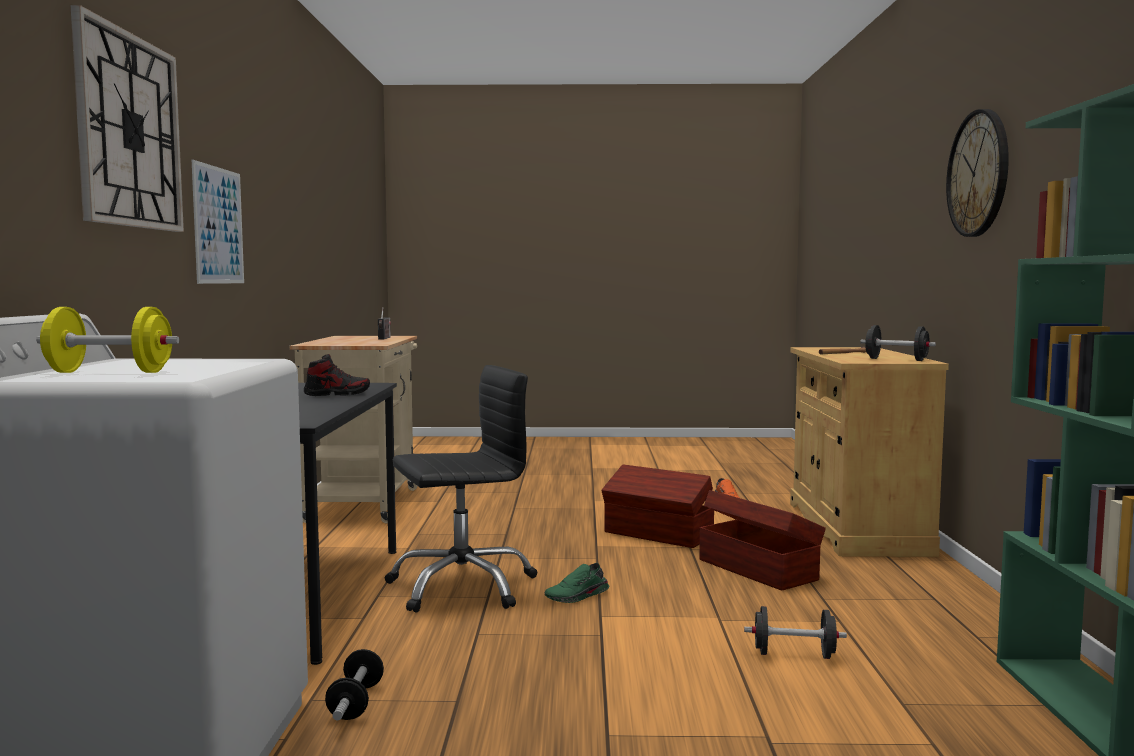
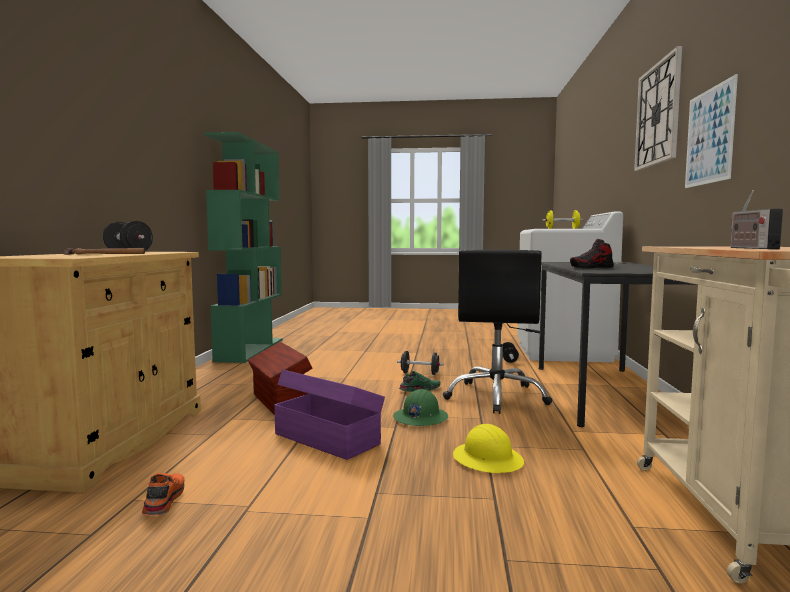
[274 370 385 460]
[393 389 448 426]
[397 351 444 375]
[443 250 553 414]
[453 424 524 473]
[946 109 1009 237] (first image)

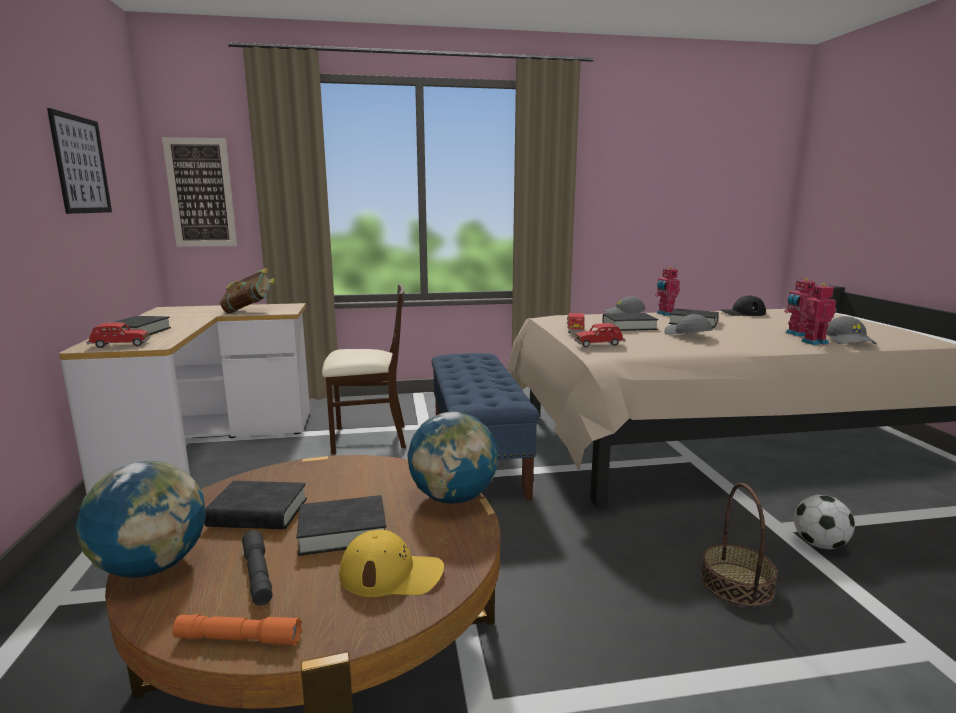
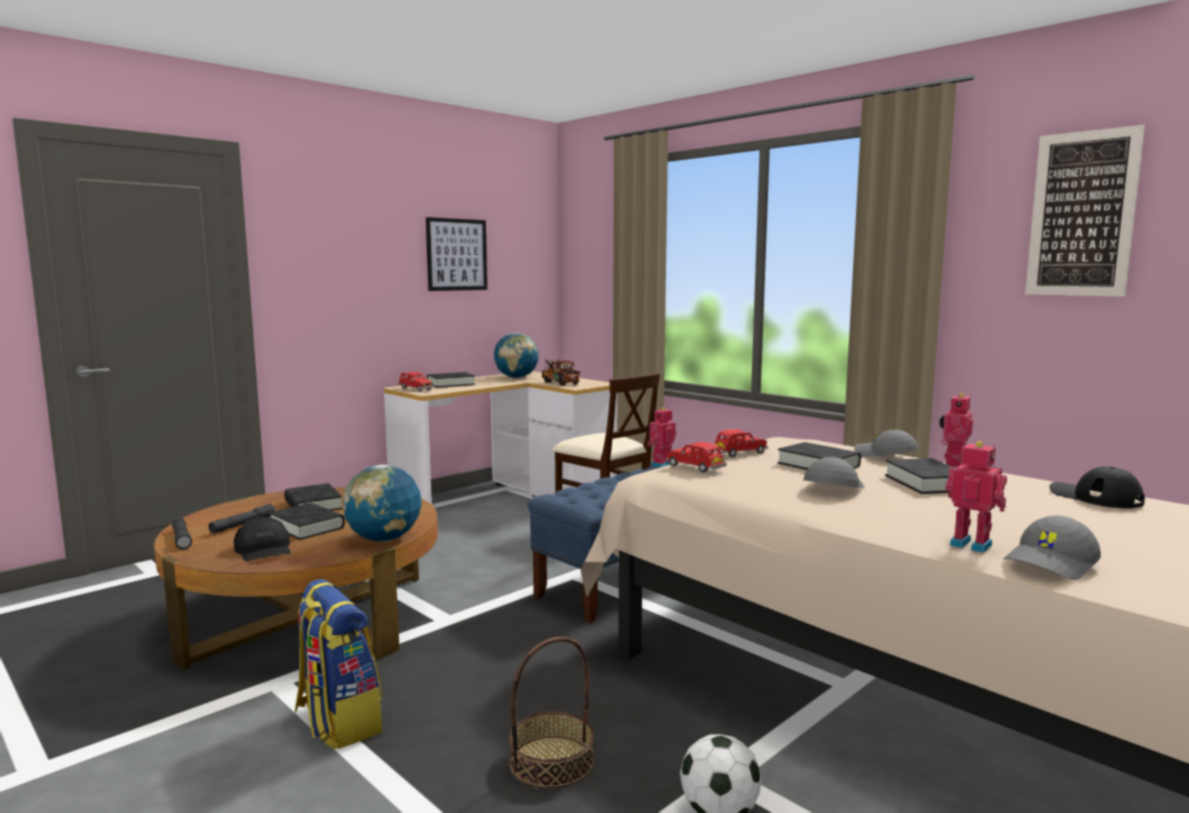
[172 517 192 549]
[234 517 291 561]
[295 579 382 749]
[494 333 539 378]
[542 359 580 386]
[647 407 676 468]
[1025 125 1145 297]

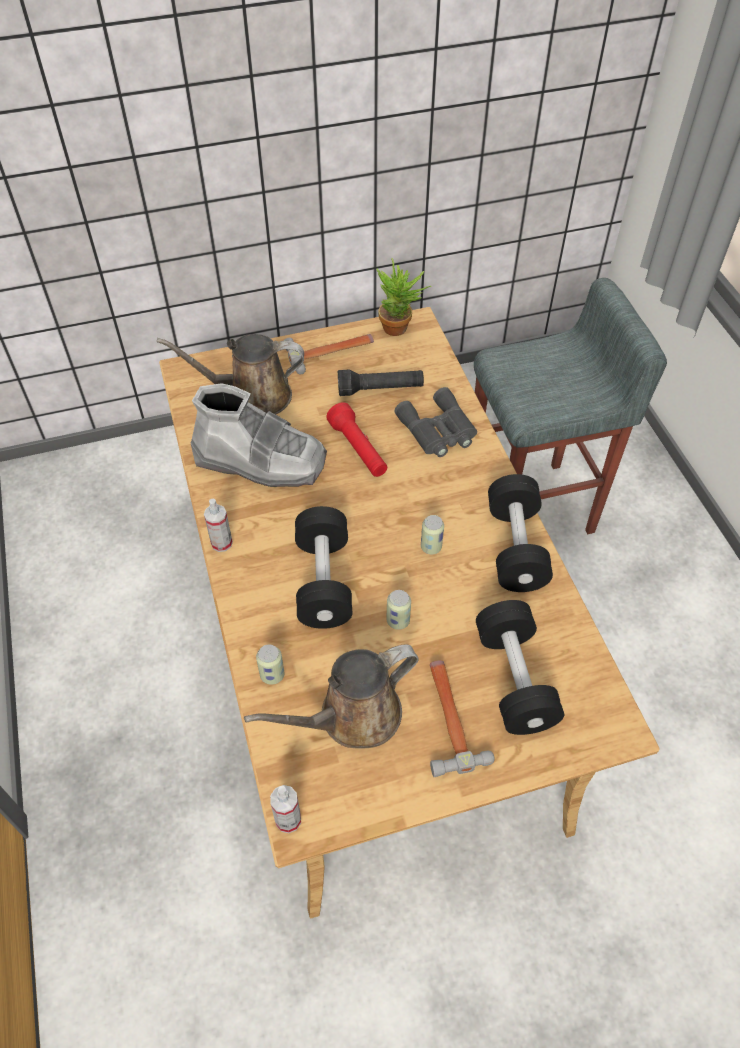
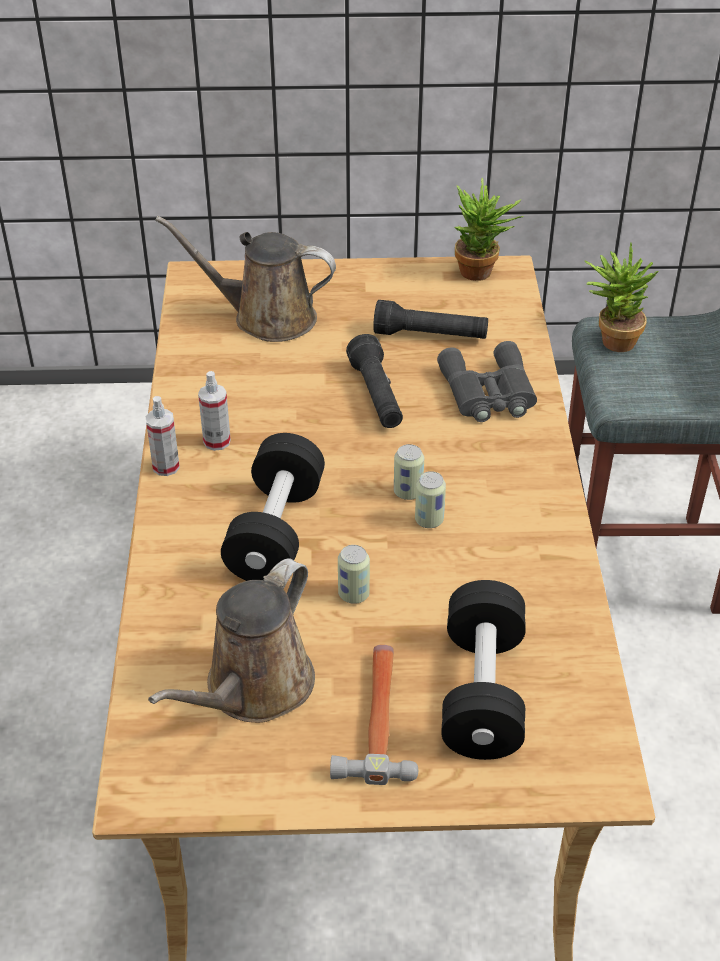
[148 558 315 723]
[198 371 231 451]
[346 334 403 428]
[394 444 424 500]
[584 242 659 352]
[191 383 327 487] (first image)
[284 334 374 374] (first image)
[488 474 553 592] (first image)

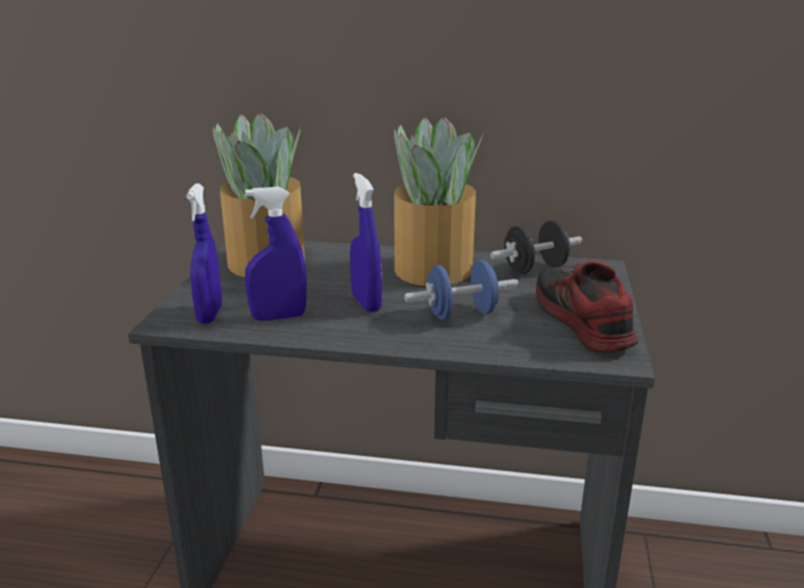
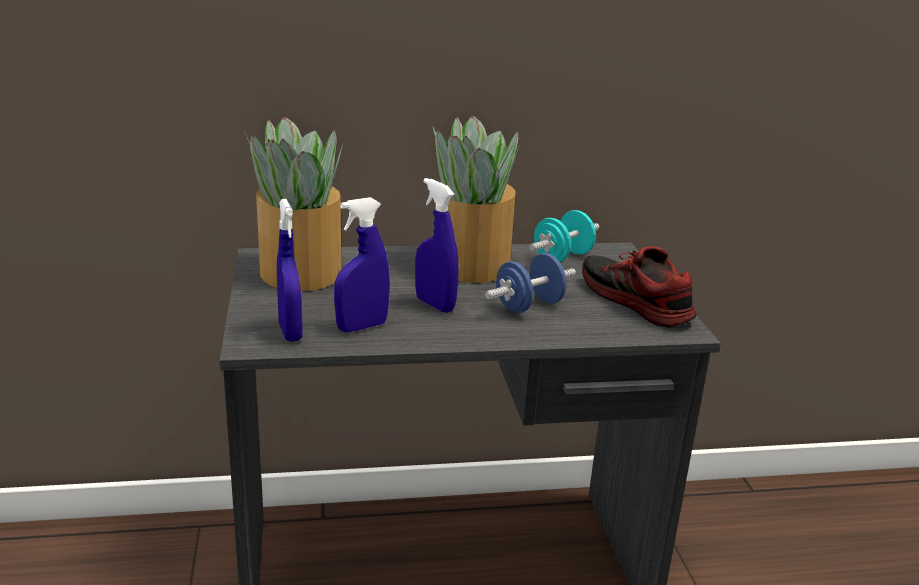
[530 210 599 262]

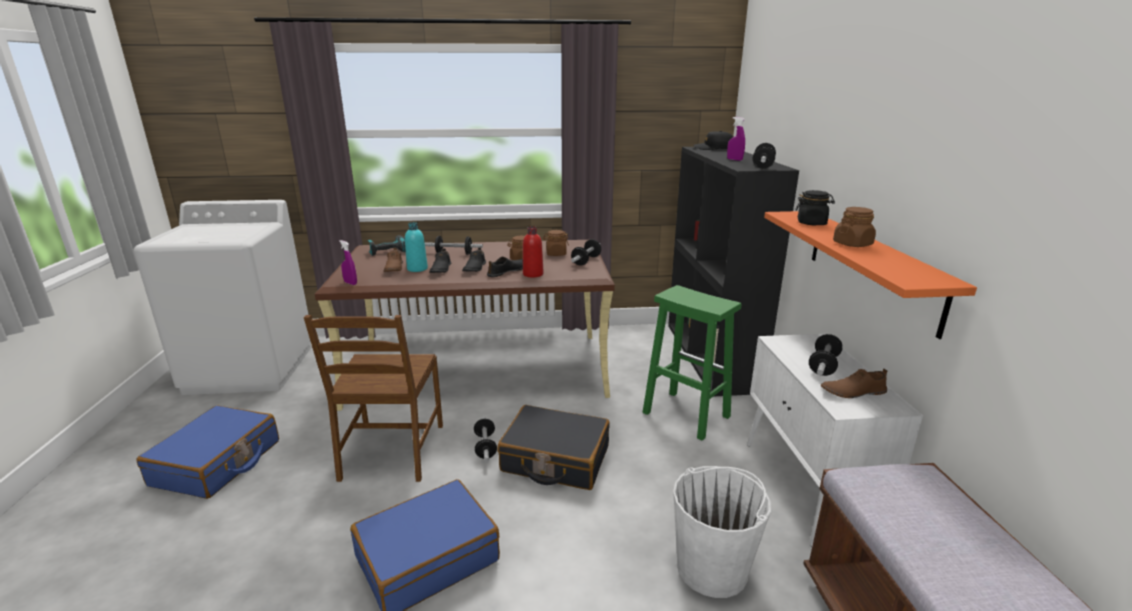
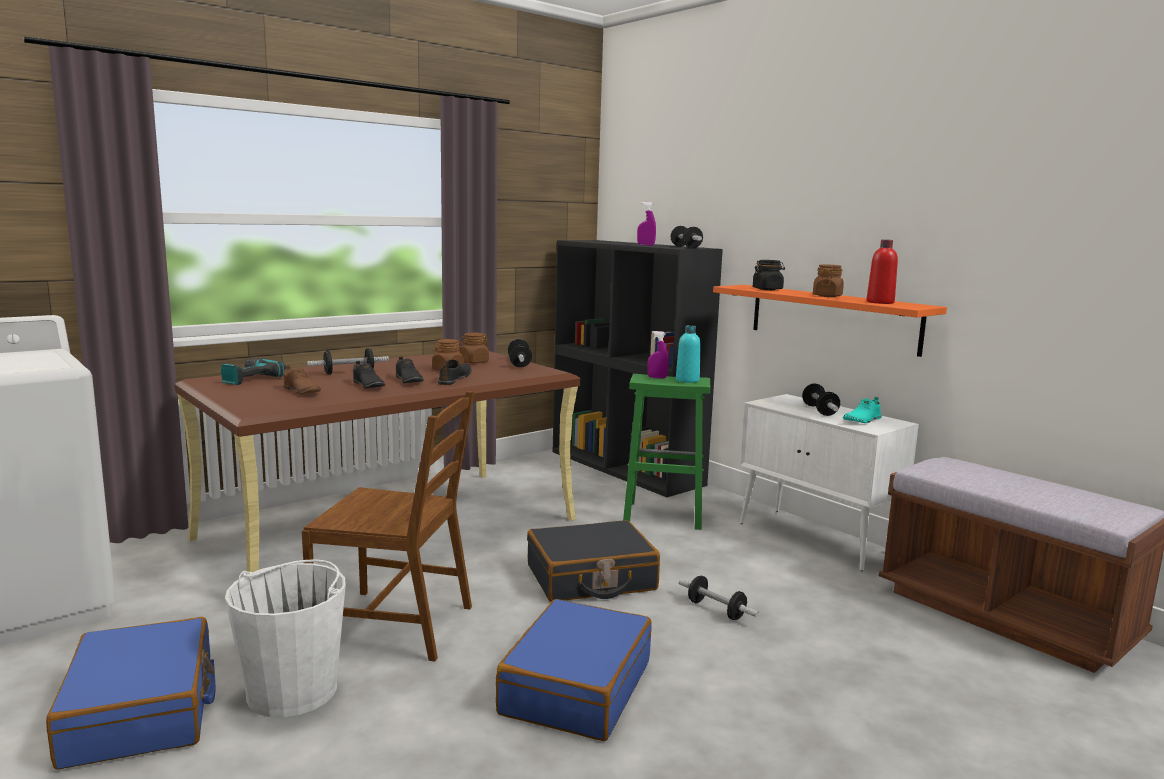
[225 559 346 718]
[302 391 474 662]
[648 331 669 378]
[676 325 701 383]
[679 575 759 620]
[843 397 882 423]
[867 240 898 304]
[693 131 734 150] (first image)

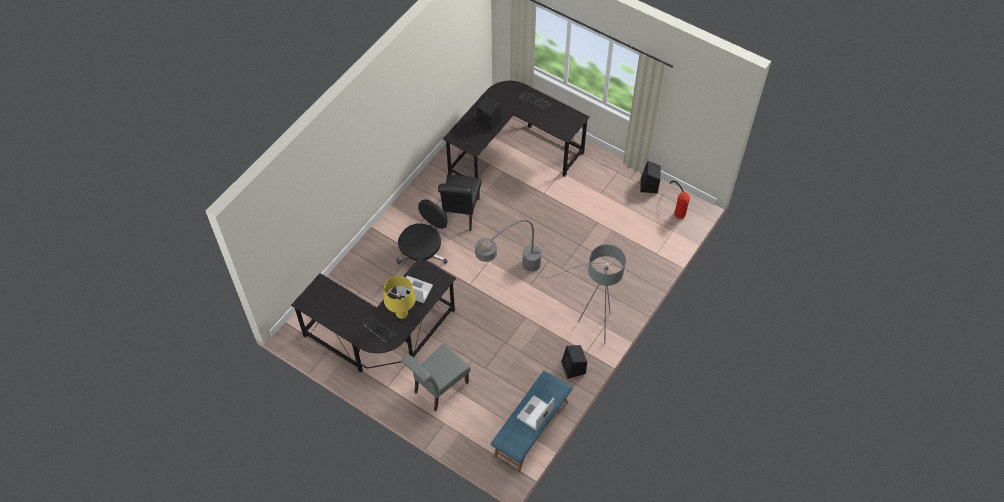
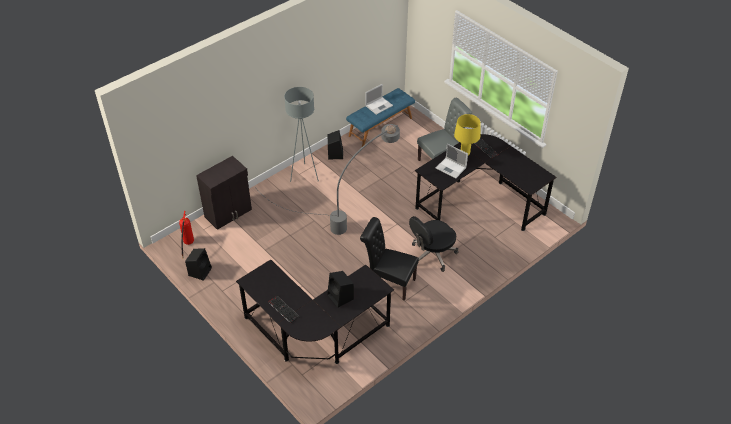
[196 156 252 230]
[360 217 419 301]

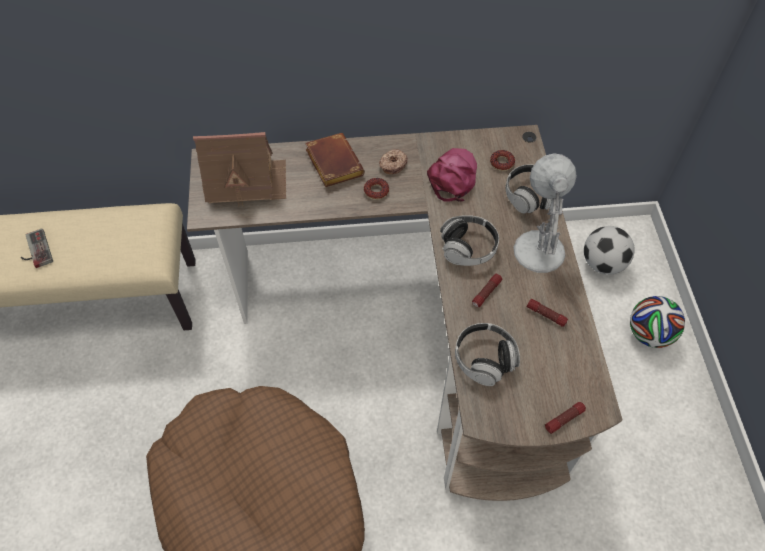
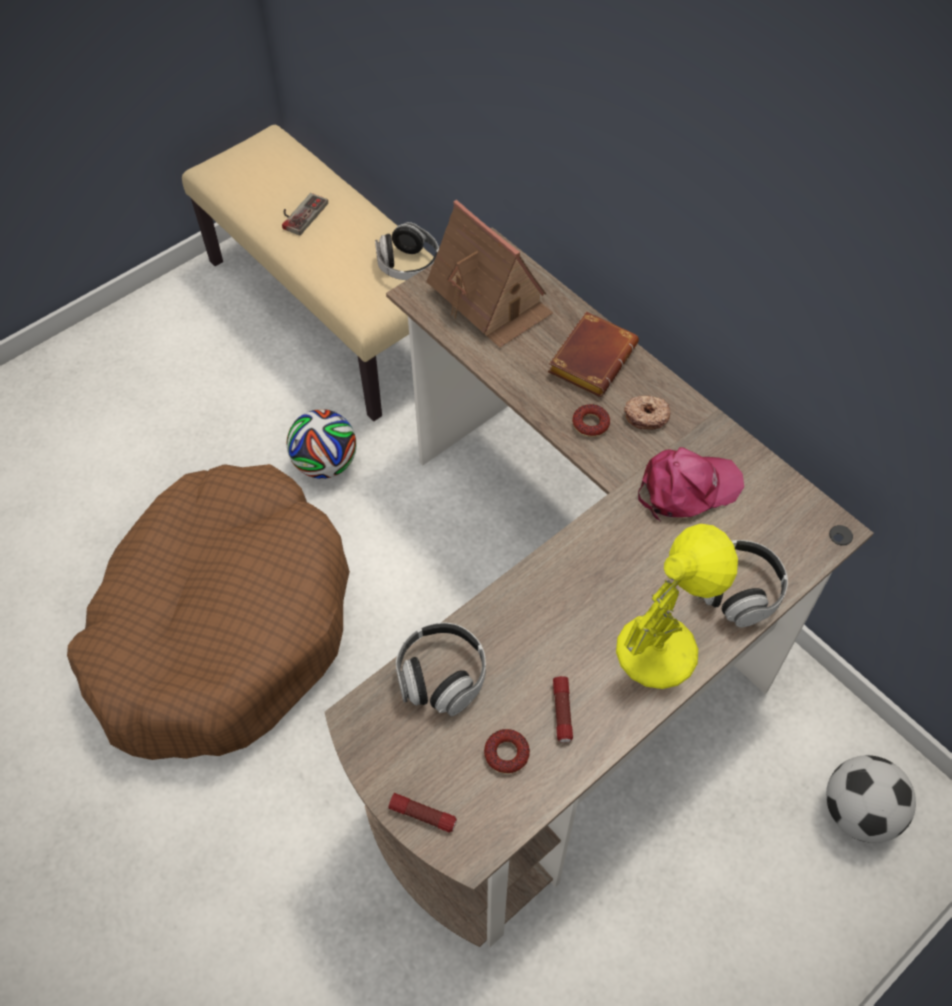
[287 409 356 479]
[375 222 439 280]
[484 729 530 774]
[616 524 738 689]
[472 274 502 307] (first image)

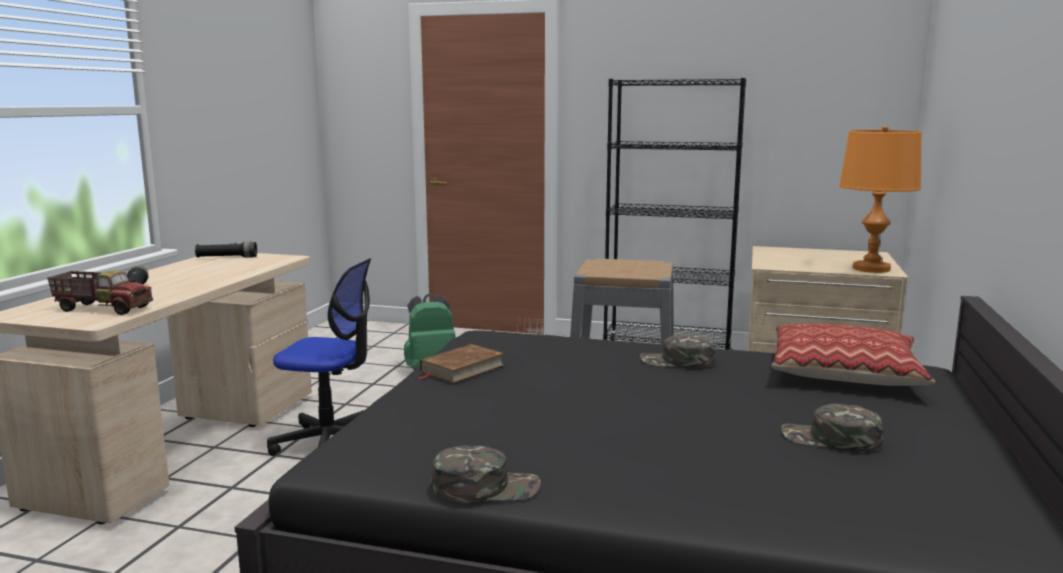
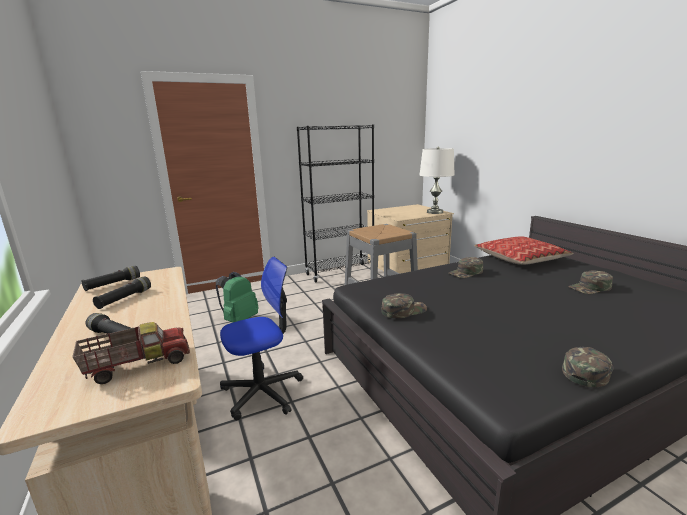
[93 276 151 309]
[381 293 427 318]
[419 146 455 214]

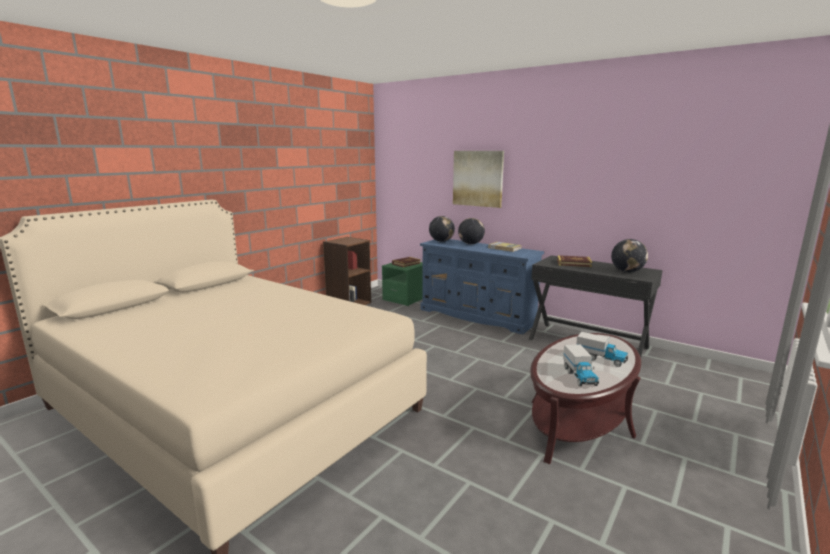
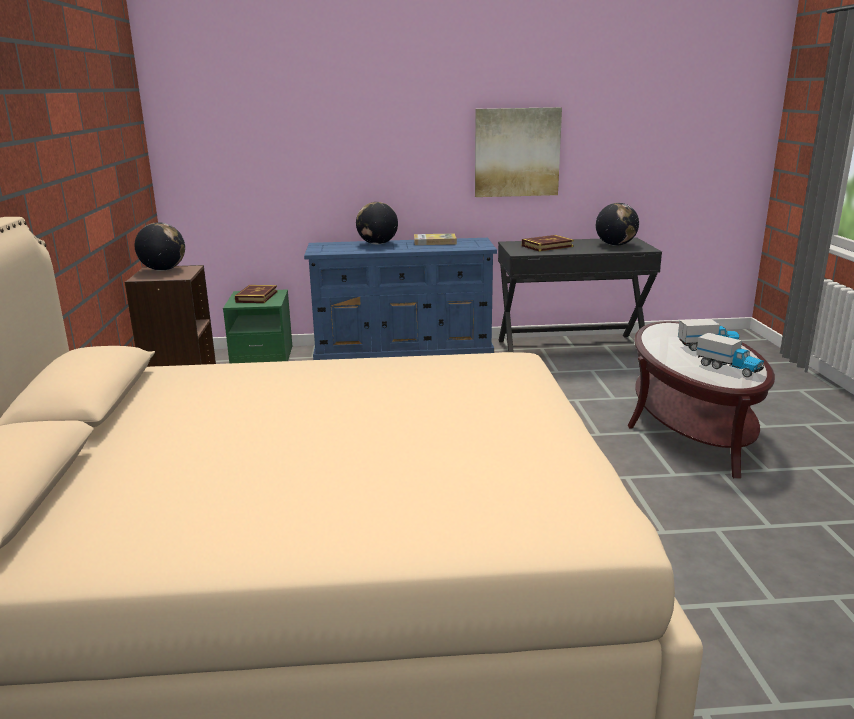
[134 222 185 271]
[475 107 562 197]

